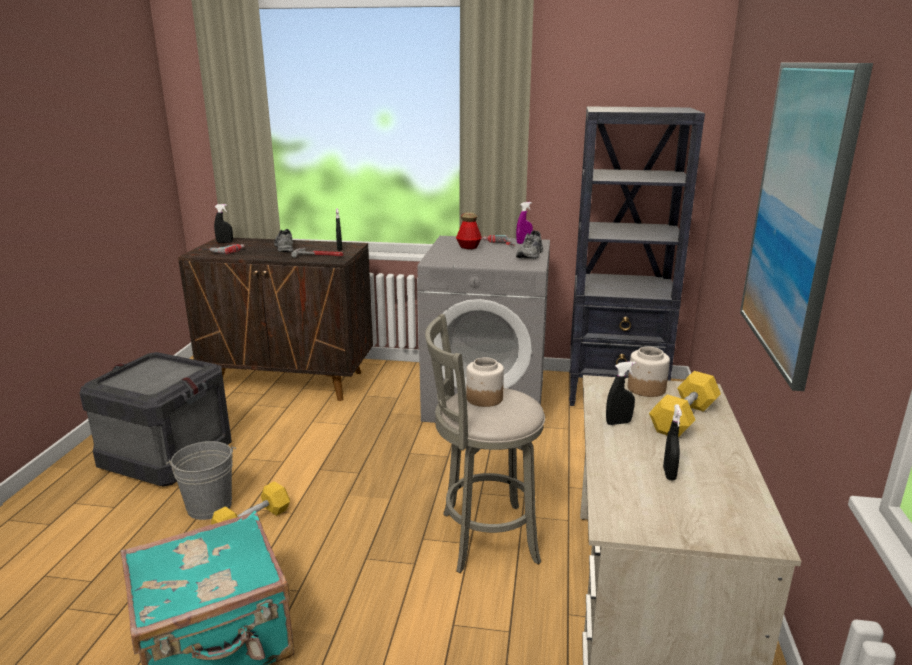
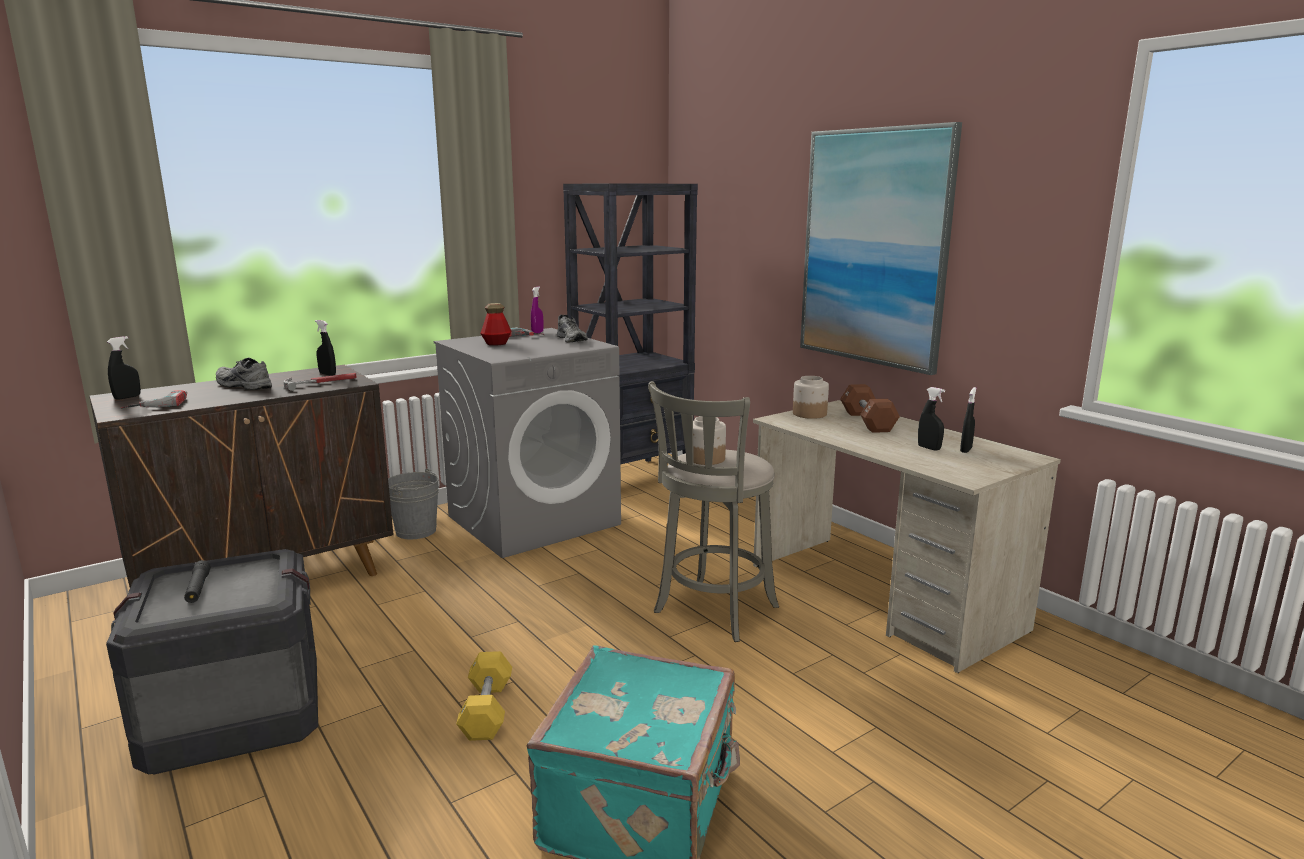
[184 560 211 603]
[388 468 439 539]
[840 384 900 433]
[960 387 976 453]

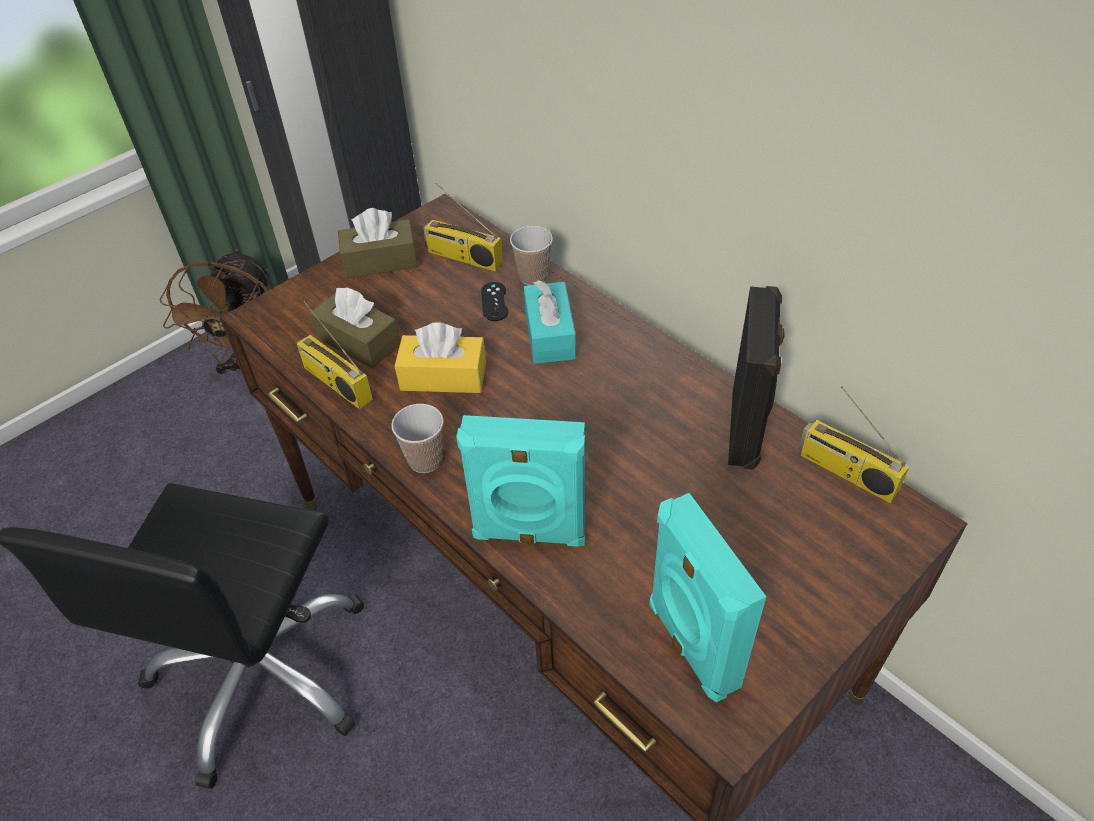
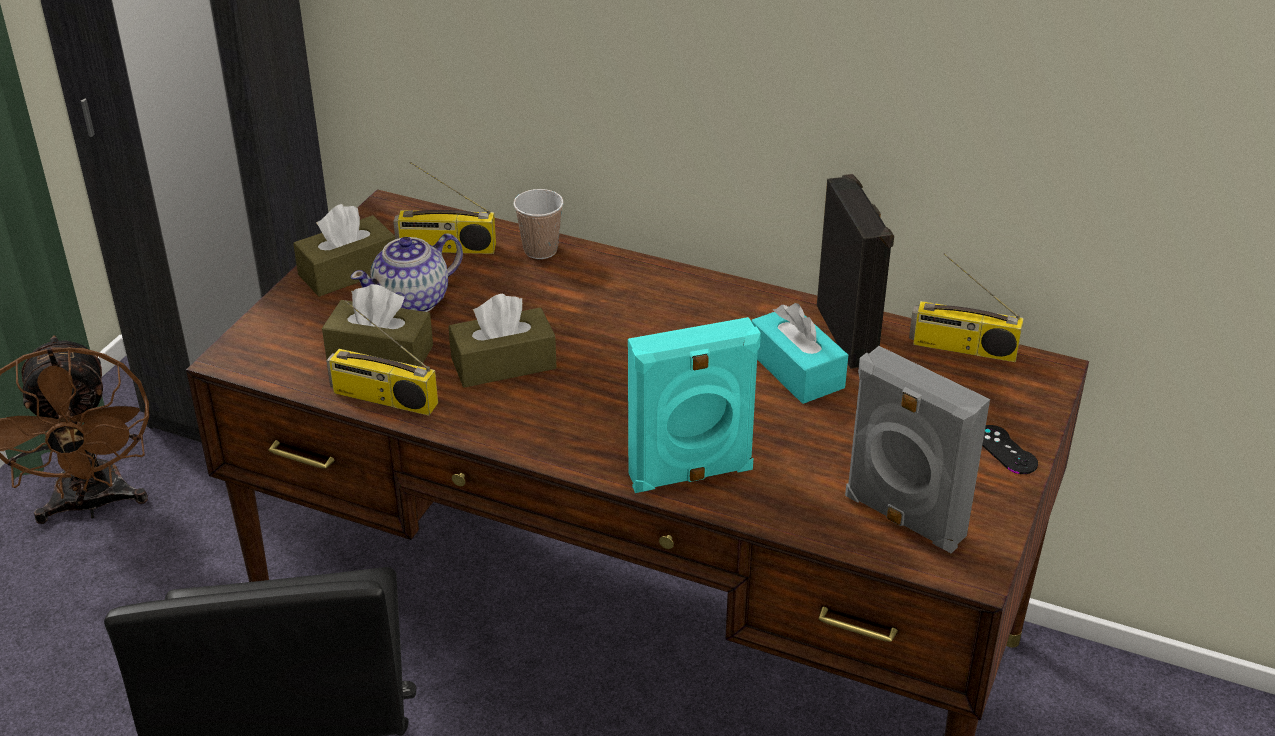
[351 233 463 312]
[449 294 557 388]
[752 303 848 404]
[845 346 990 554]
[982 425 1038 474]
[392 404 443 473] (first image)

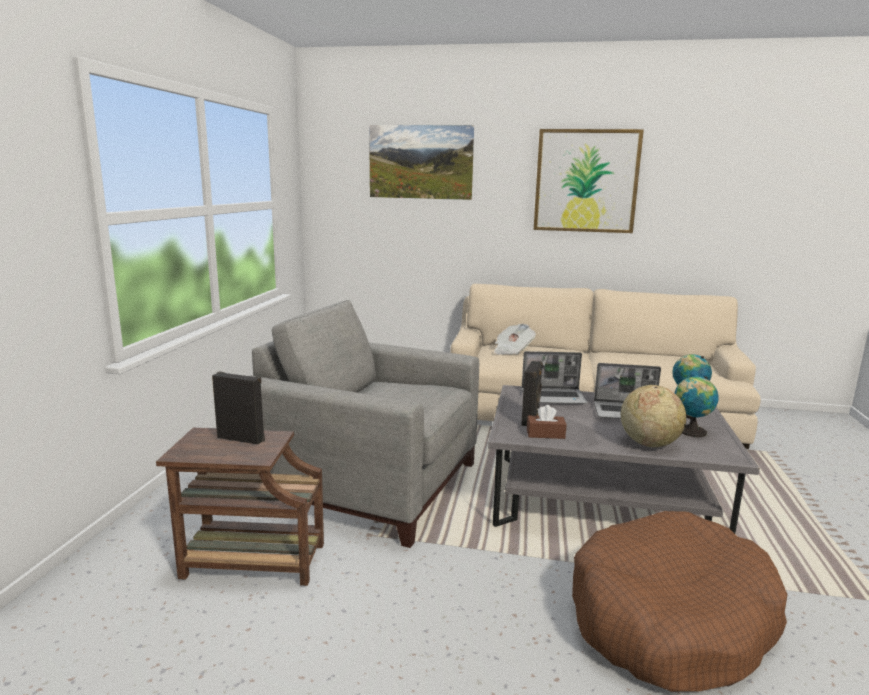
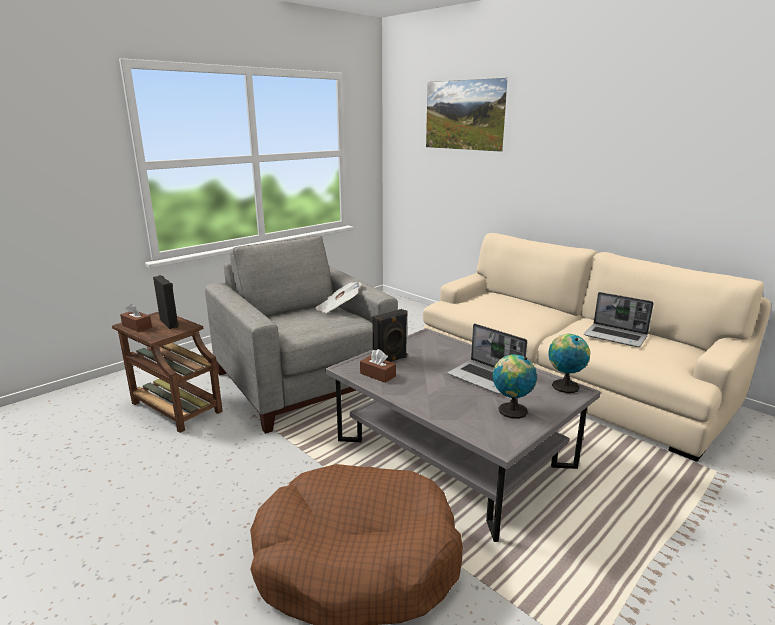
[120 304 152 332]
[315 282 362 313]
[584 292 654 347]
[534 129 644 233] (first image)
[621 385 686 447] (first image)

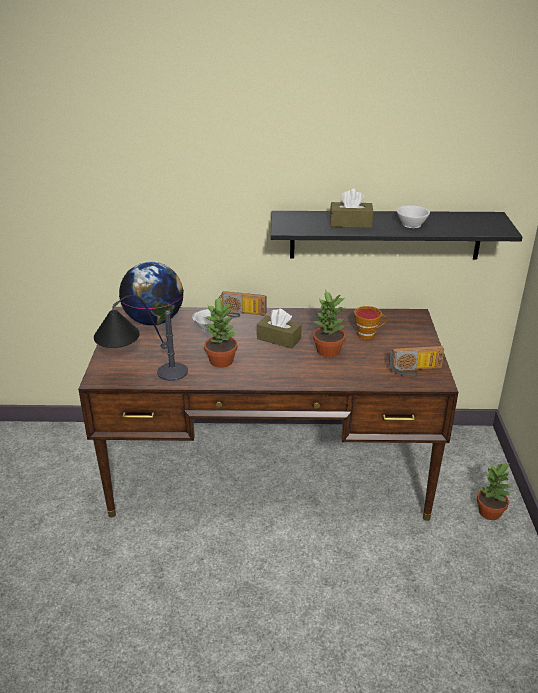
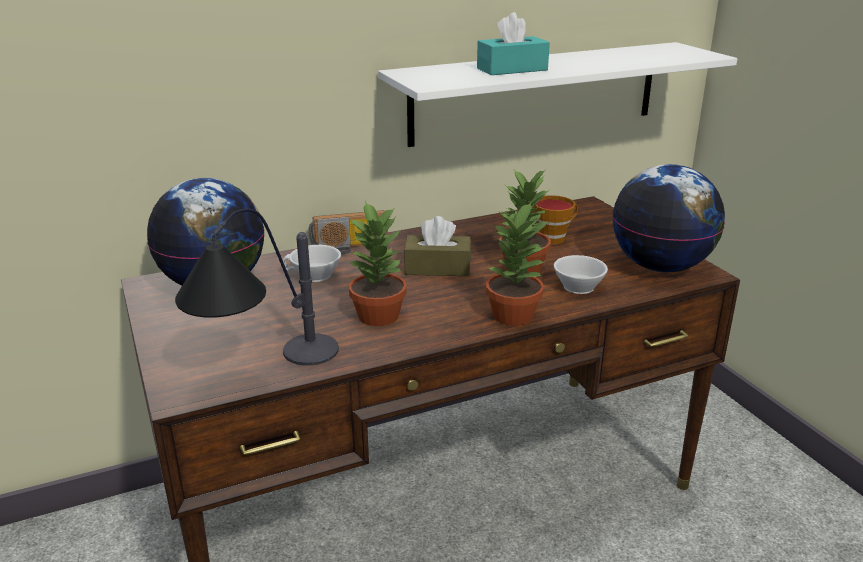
[378 42 737 147]
[477 12 550 75]
[486 202 546 326]
[554 255 608 294]
[612 164 725 272]

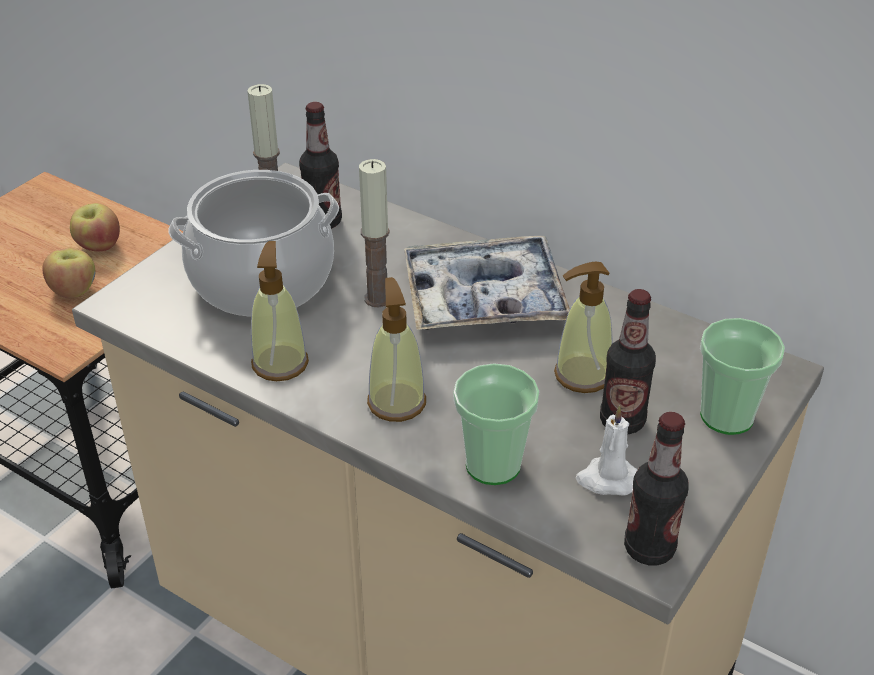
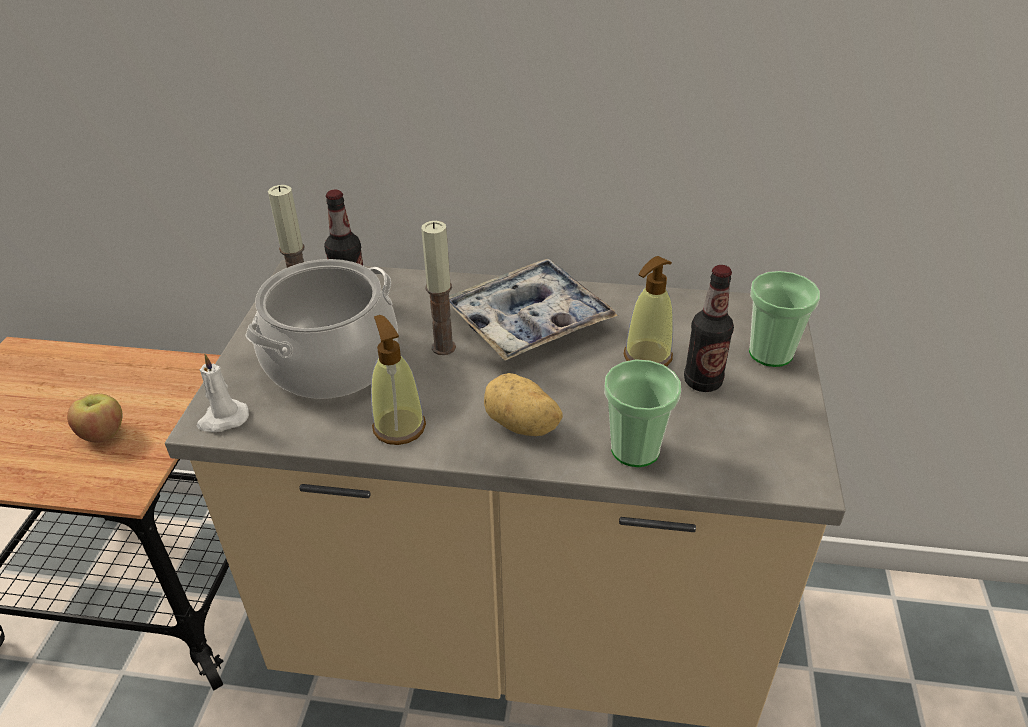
[196 354 249 432]
[484 373 563 436]
[70 203 120 251] (first image)
[624 412 689 565] (first image)

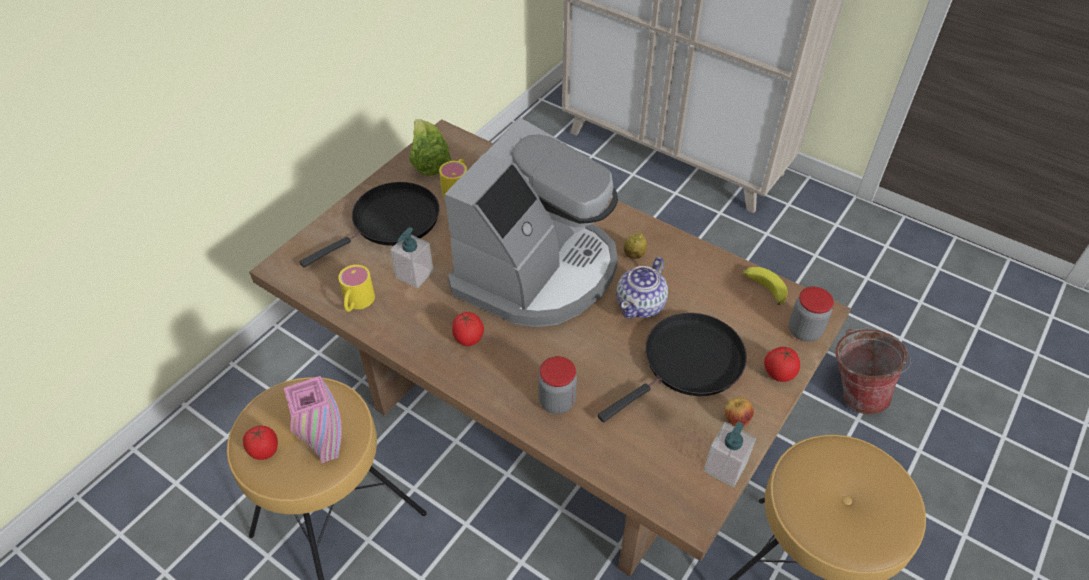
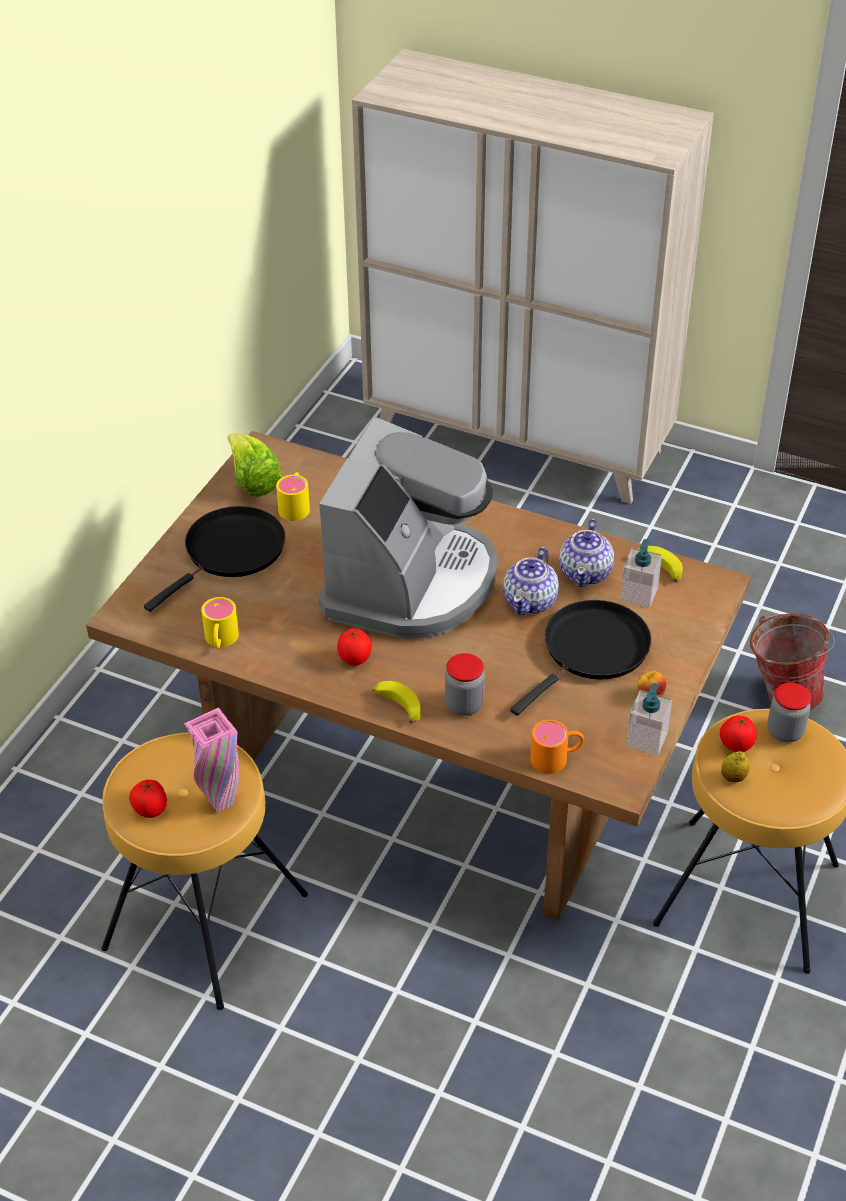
[372 681 421 723]
[530 720 584 774]
[559 518 614 587]
[620 539 662 608]
[720 716 757 752]
[721 751 750 782]
[767 683 811 743]

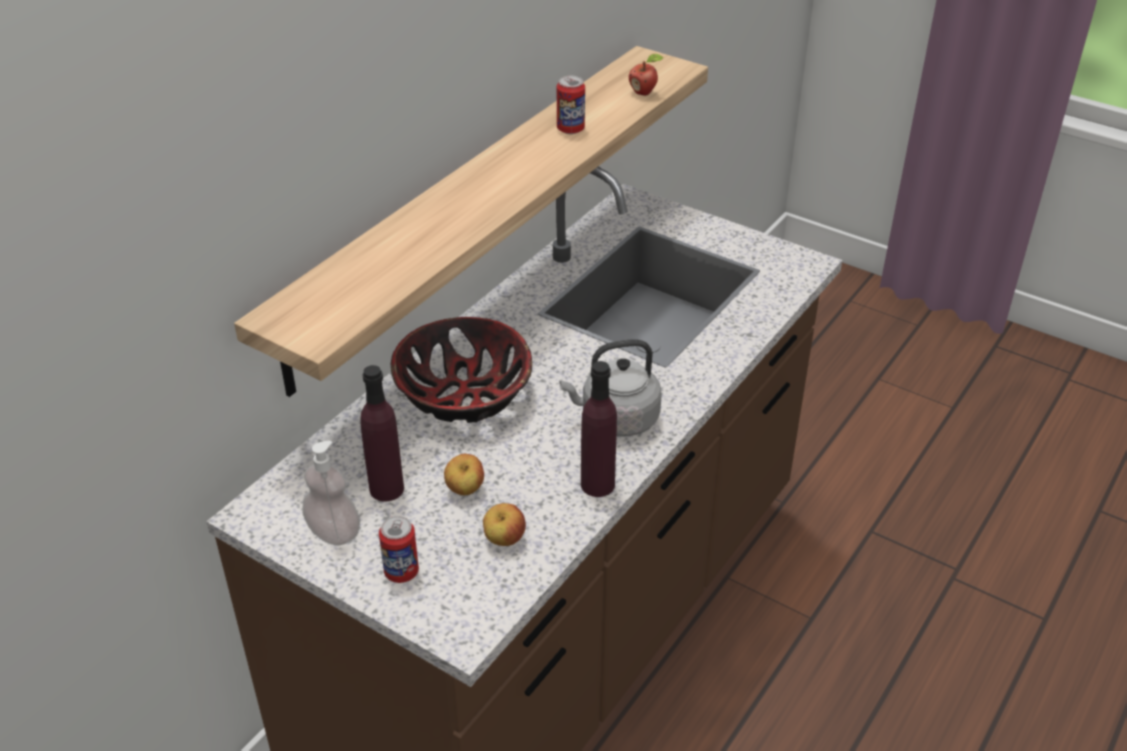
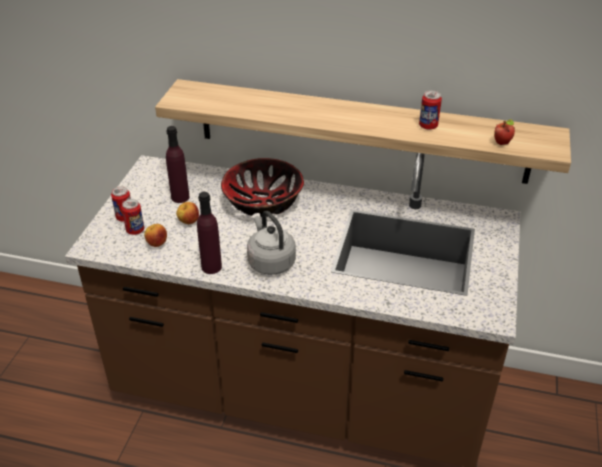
[122 199 144 235]
[302 441 360 545] (first image)

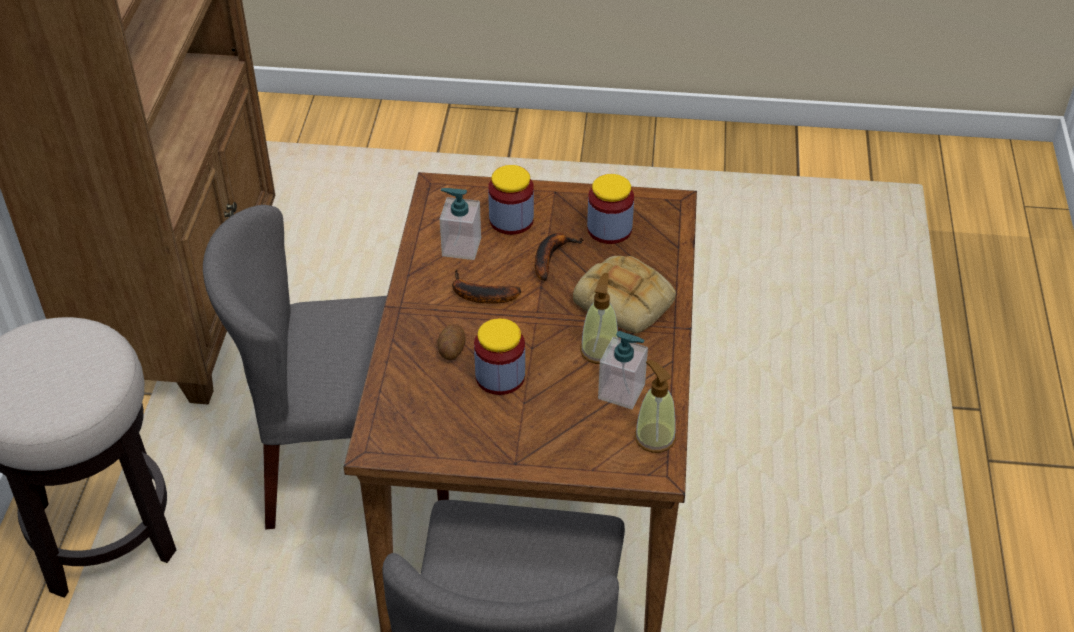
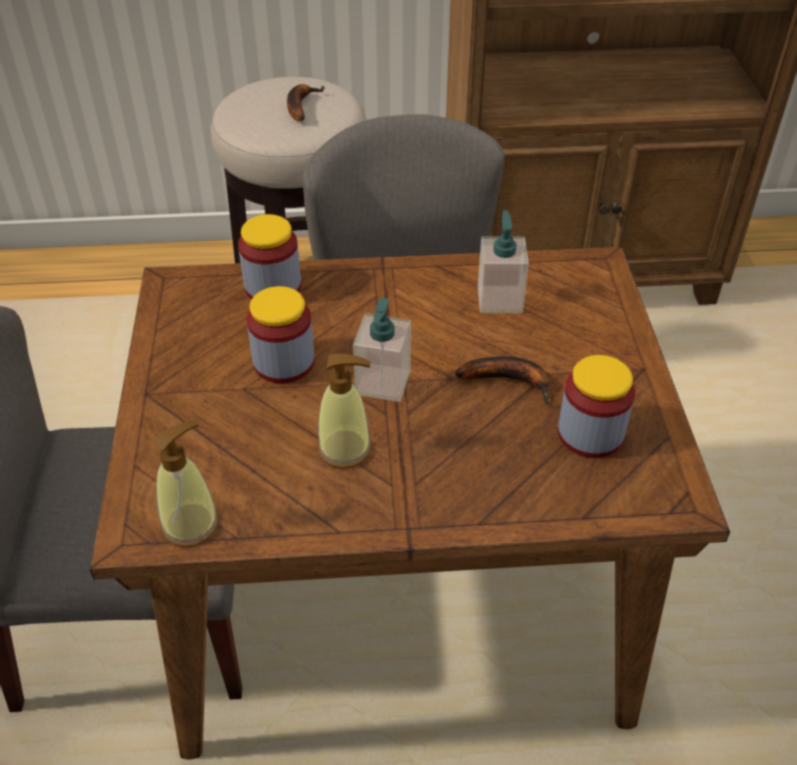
[238 214 301 299]
[287 84 325 121]
[353 298 411 402]
[437 324 466 360] (first image)
[573 256 676 334] (first image)

